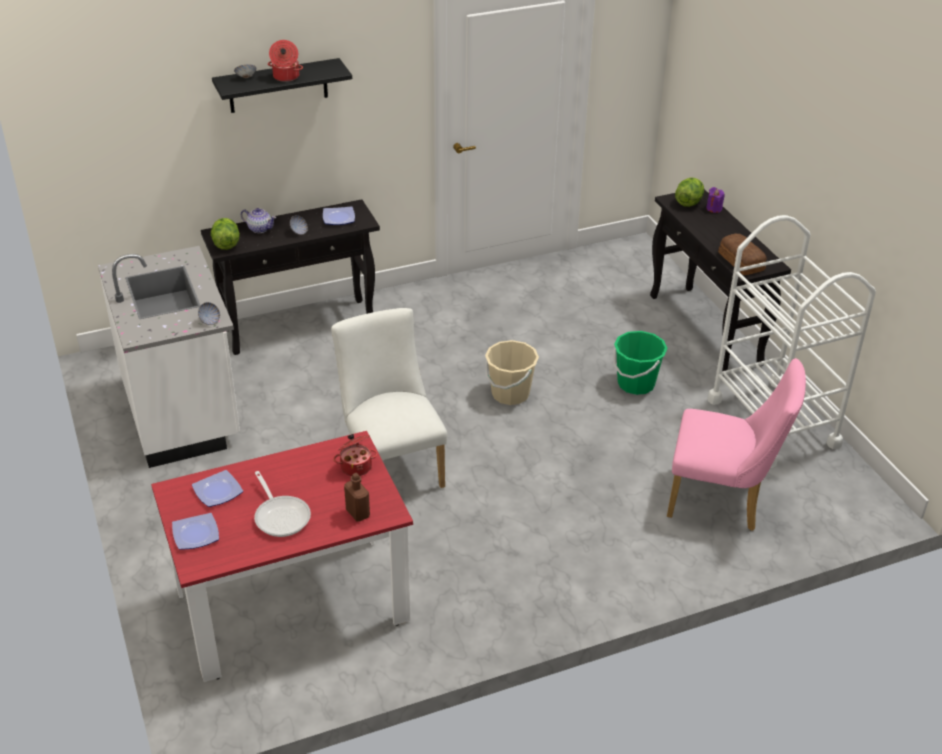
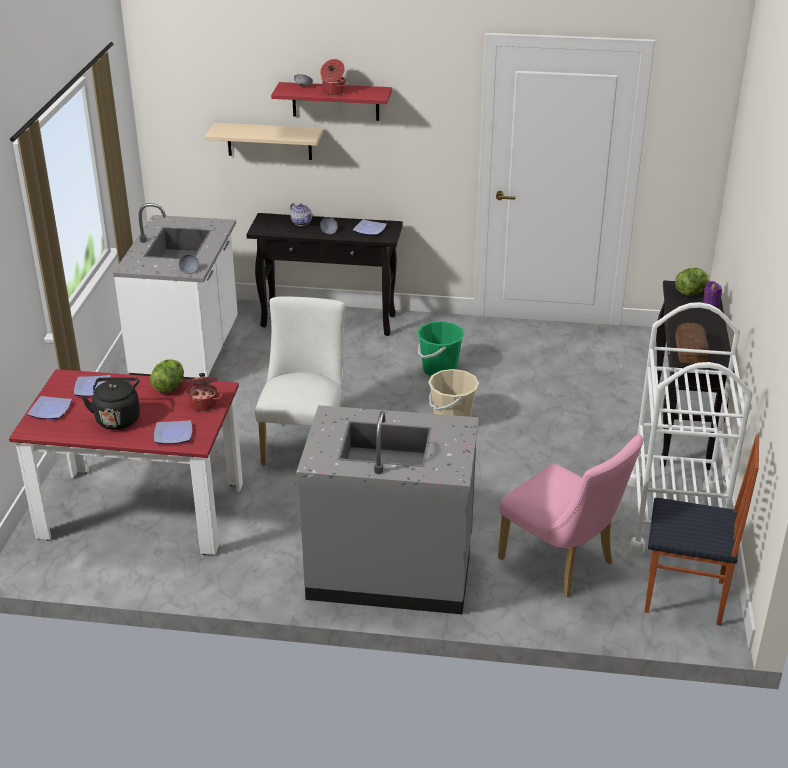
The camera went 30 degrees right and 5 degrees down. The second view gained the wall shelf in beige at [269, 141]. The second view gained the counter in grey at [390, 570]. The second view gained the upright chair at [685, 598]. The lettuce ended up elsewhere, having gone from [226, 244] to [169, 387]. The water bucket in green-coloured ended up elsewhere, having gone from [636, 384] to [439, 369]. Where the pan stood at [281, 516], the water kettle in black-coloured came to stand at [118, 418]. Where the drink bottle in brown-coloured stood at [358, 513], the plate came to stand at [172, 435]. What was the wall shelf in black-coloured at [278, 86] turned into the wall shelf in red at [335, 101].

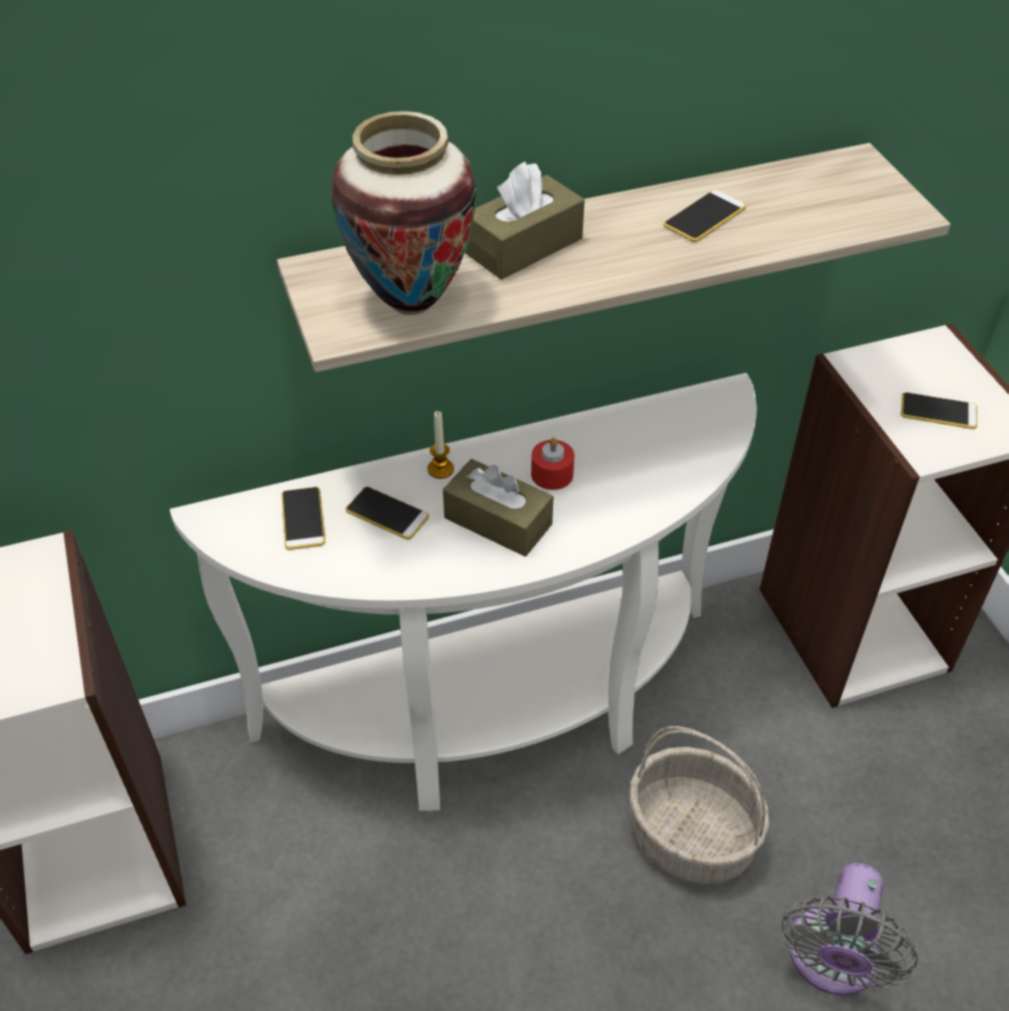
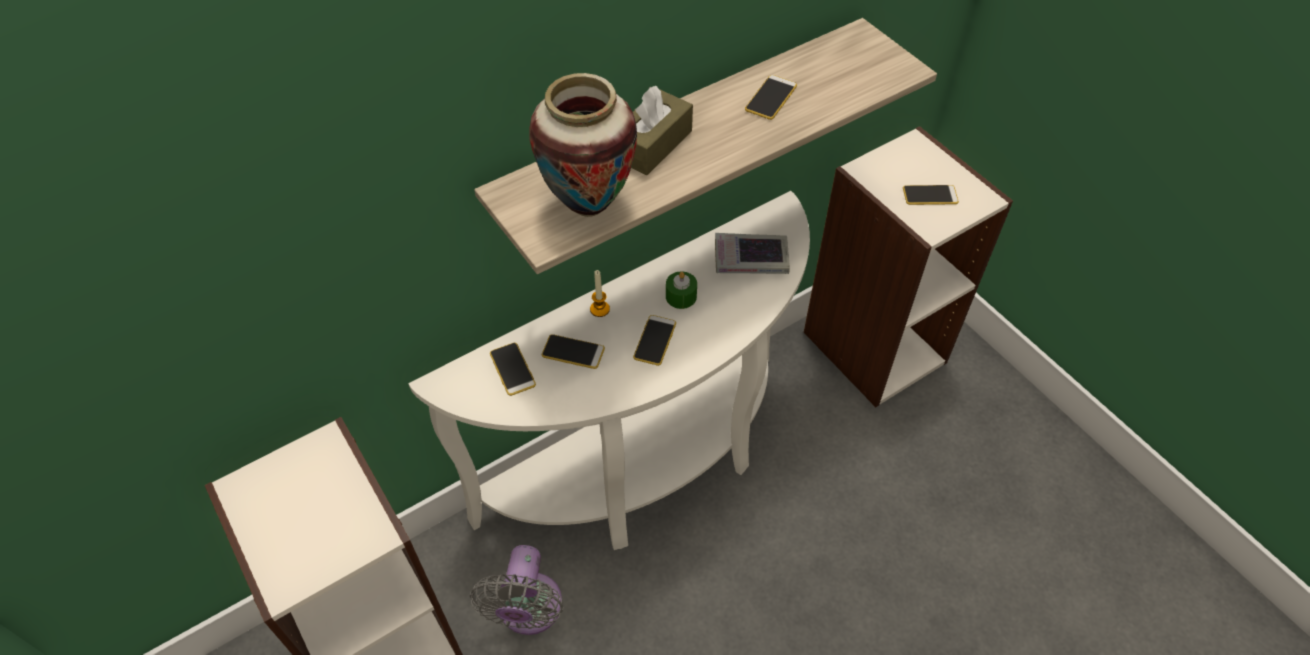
The camera went 15 degrees left and 5 degrees up. The second view lost the basket at [689, 836]. The second view gained the bound book at [751, 259]. The electric fan in grey ended up elsewhere, having gone from [831, 960] to [528, 611]. Where the box of tissues in brown-coloured stood at [498, 521], the telephone came to stand at [655, 340]. What was the wax candle in red at [552, 474] turned into the wax candle in green-coloured at [681, 296].

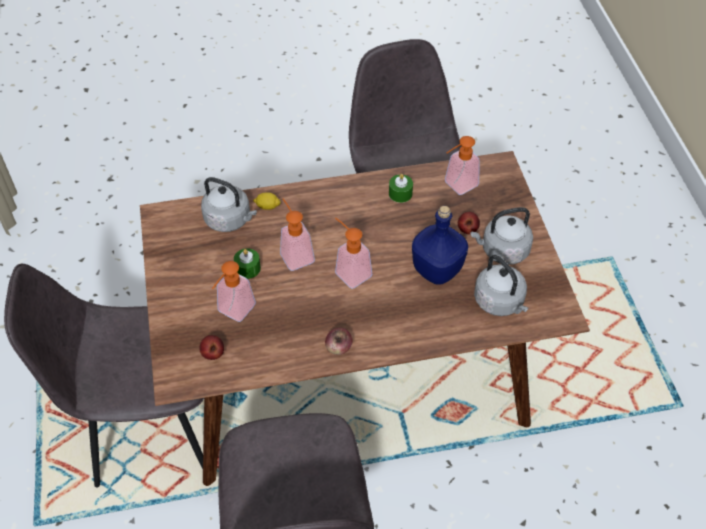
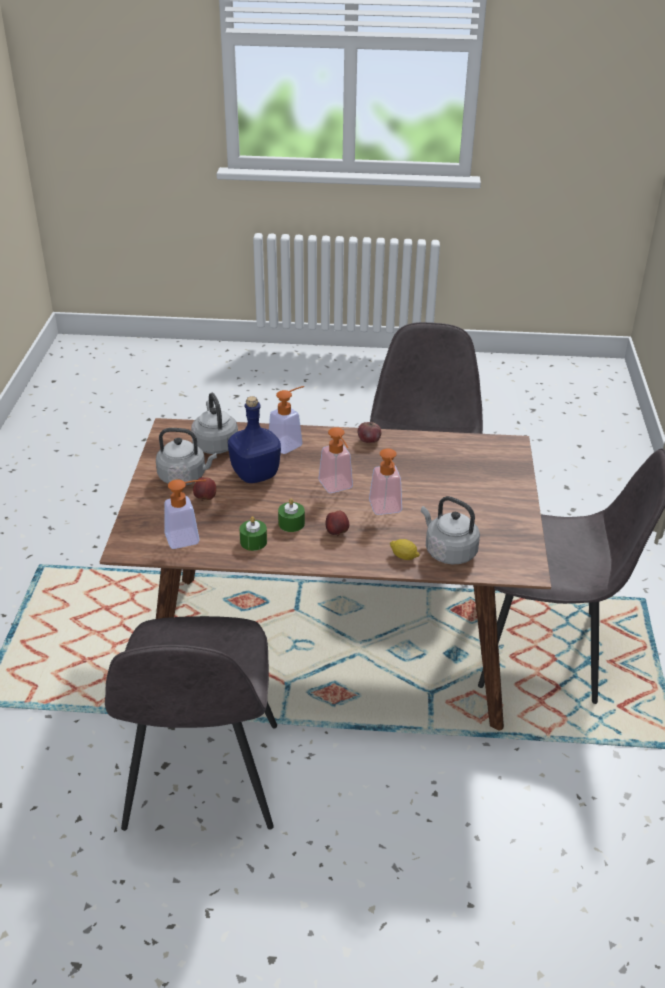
The camera went 165 degrees left and 15 degrees down. The apple fruit ended up elsewhere, having gone from [213, 354] to [337, 533]. The soap bottle ended up elsewhere, having gone from [233, 312] to [289, 443]. The wax candle in green-coloured ended up elsewhere, having gone from [248, 268] to [291, 523].

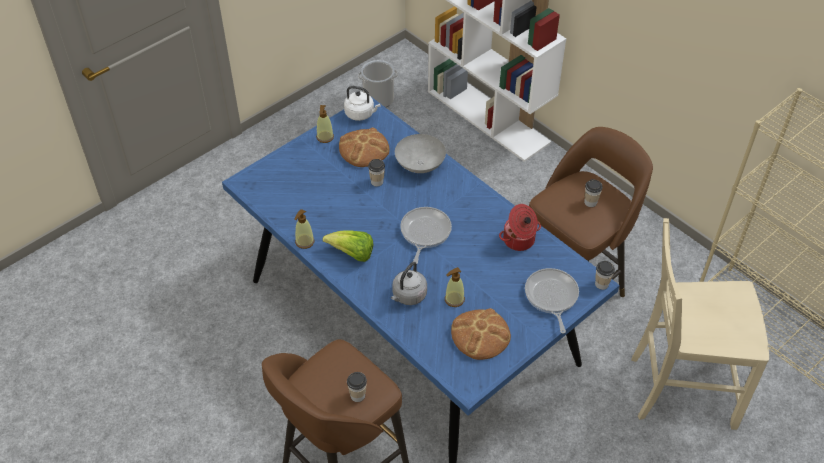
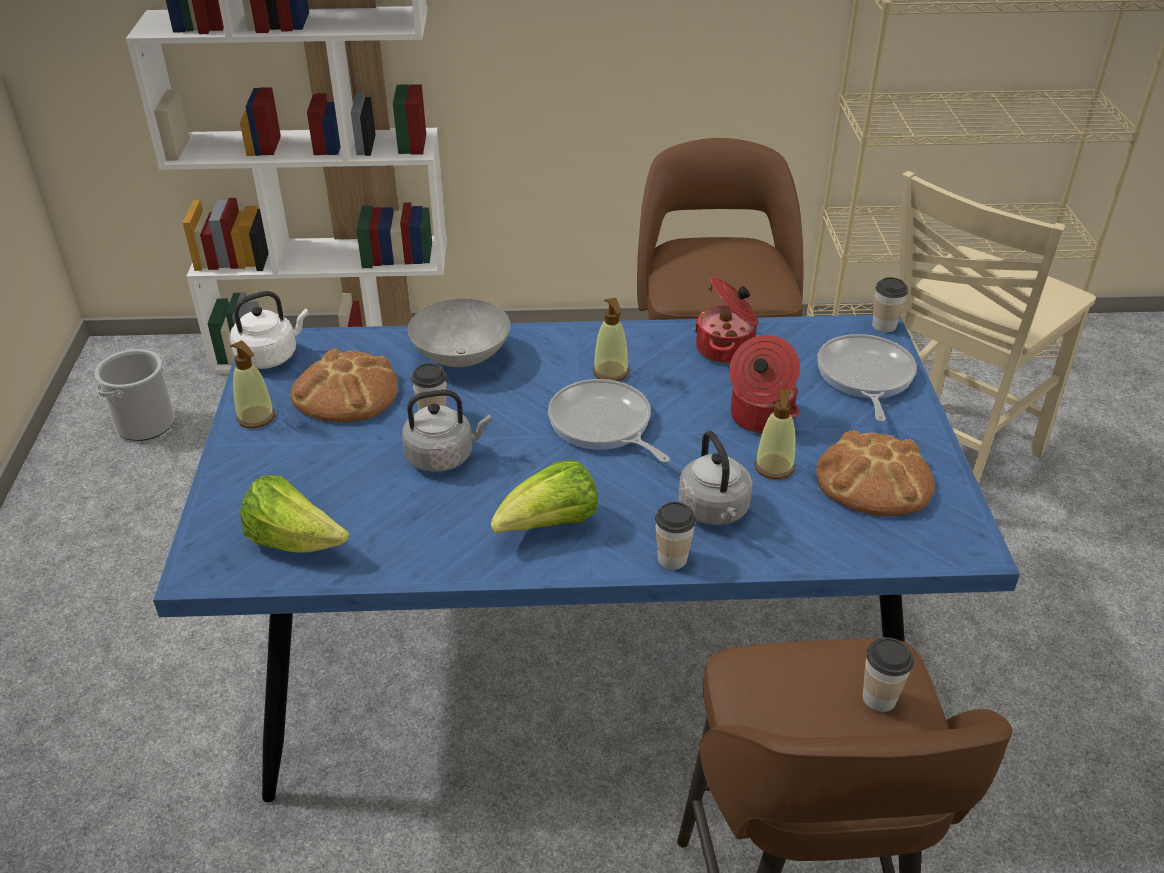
The camera went 50 degrees left and 10 degrees down. The second view gained the lettuce at [295, 541]. The second view gained the water kettle in grey at [443, 456]. The second view gained the cooking pot at [759, 417]. The soap bottle ended up elsewhere, having gone from [304, 242] to [611, 372]. The small cup ended up elsewhere, having gone from [590, 202] to [672, 558]. The pan at [551, 297] ended up facing another way, 60 degrees clockwise from before.

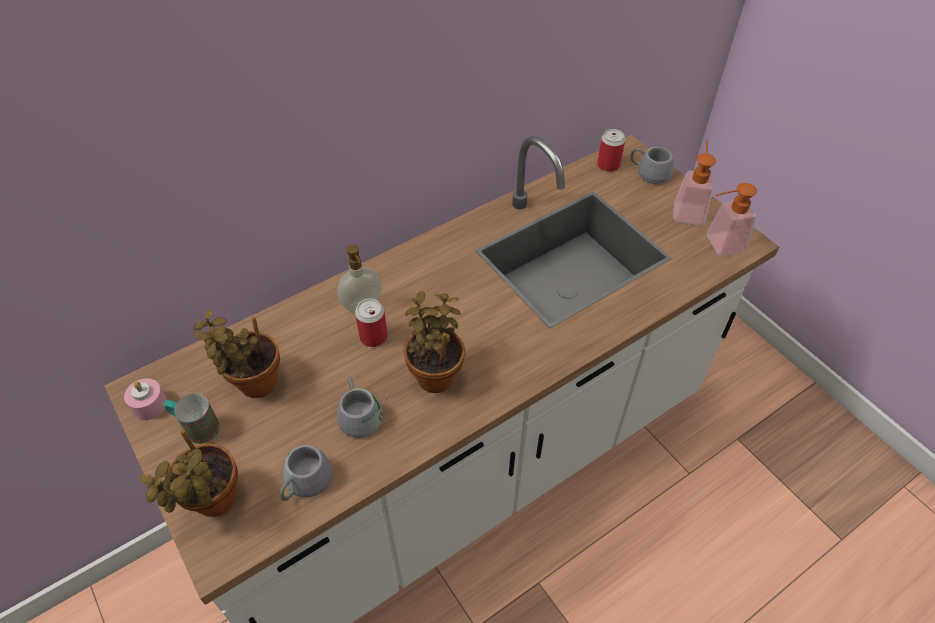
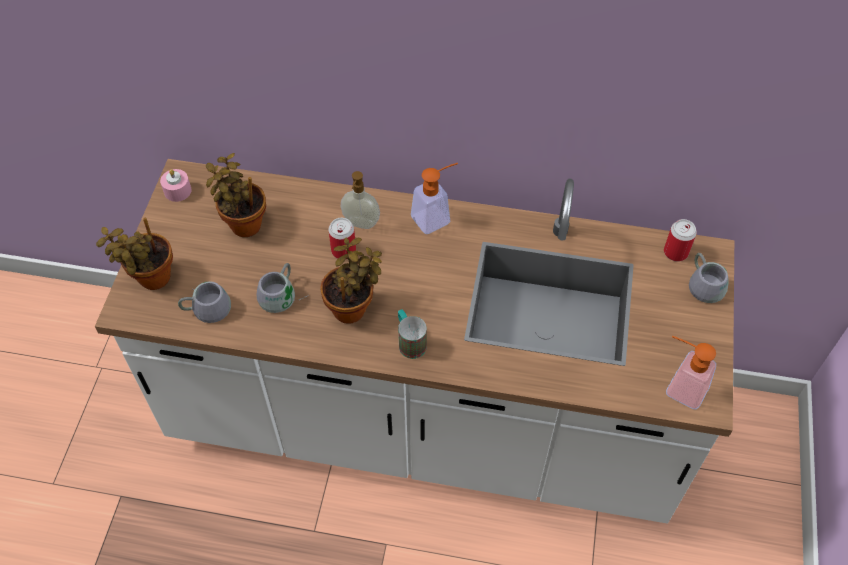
The camera went 45 degrees right and 5 degrees up. The mug ended up elsewhere, having gone from [196, 427] to [409, 341]. The soap bottle ended up elsewhere, having gone from [689, 209] to [436, 217].

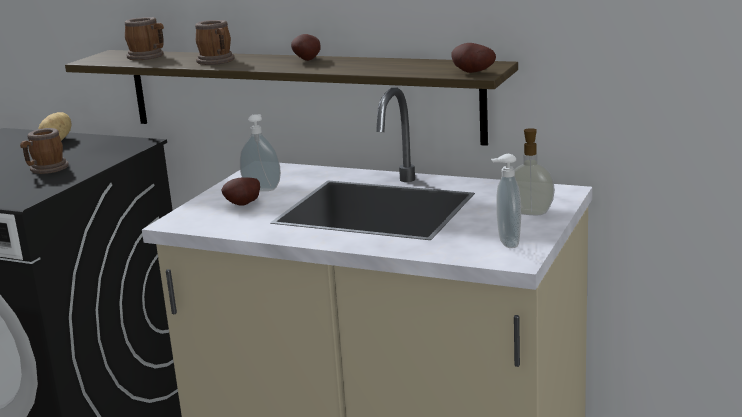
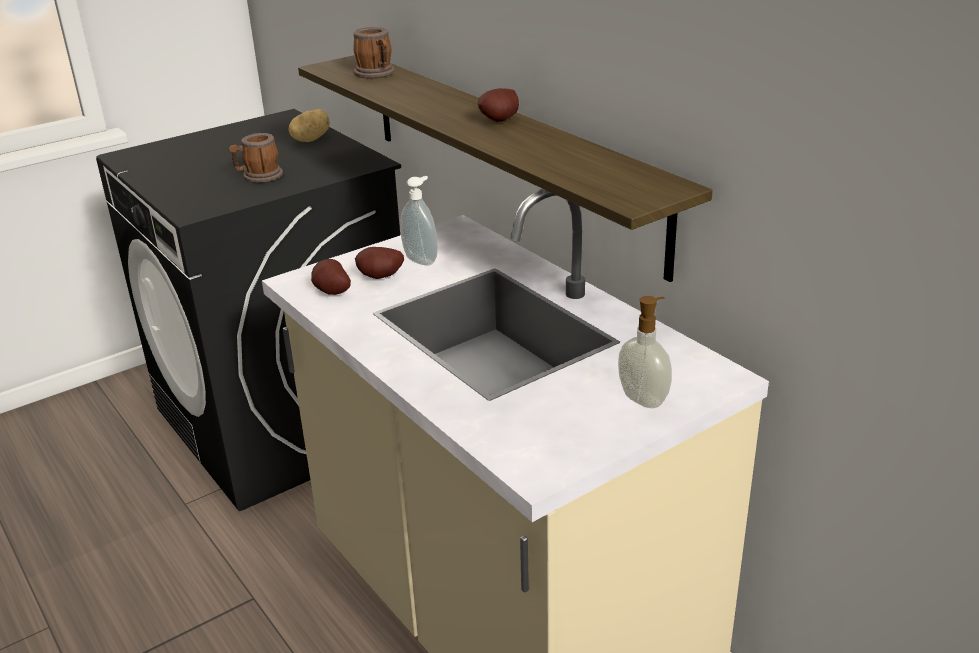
The camera went 30 degrees right and 10 degrees up. The second view lost the mug at [217, 61]. The second view lost the soap bottle at [506, 243]. The spud ended up elsewhere, having gone from [472, 72] to [330, 292].

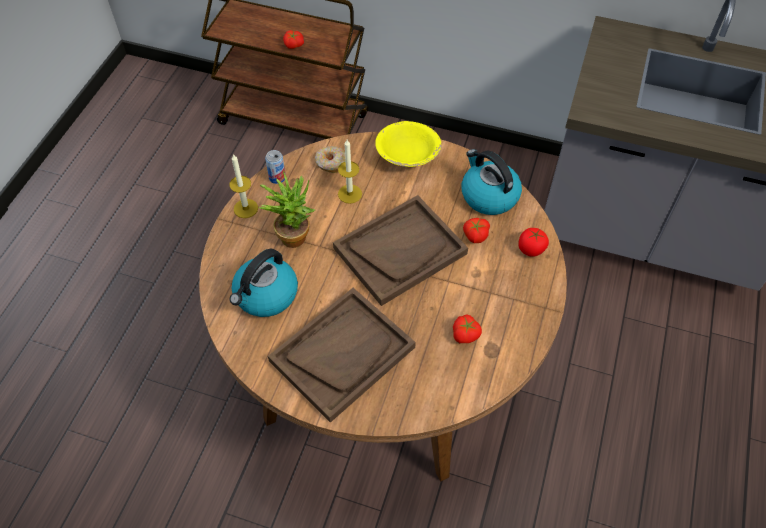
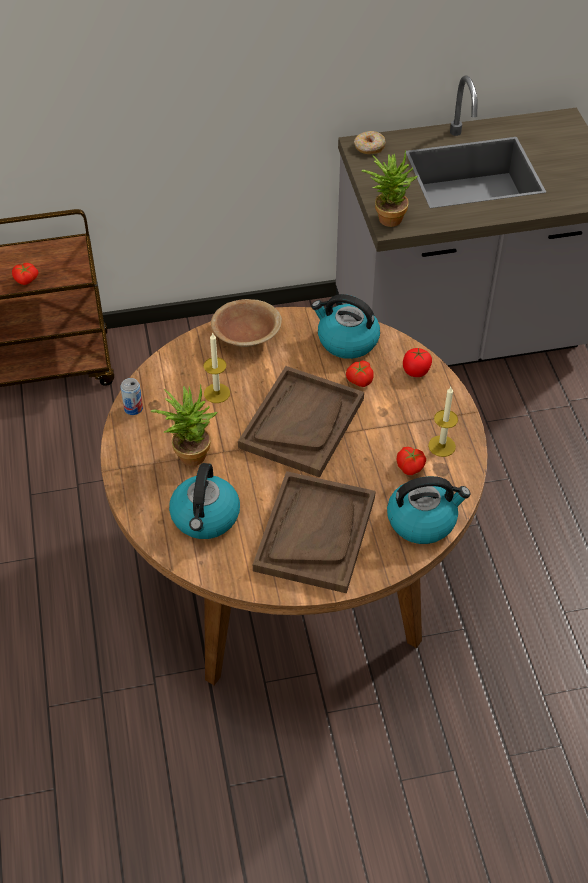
The camera went 30 degrees left and 5 degrees down. The second view gained the plant in a pot at [387, 216]. The second view gained the water kettle at [422, 520]. The wax candle ended up elsewhere, having gone from [245, 208] to [441, 446]. The donut ended up elsewhere, having gone from [331, 163] to [369, 147]. What was the bowl in yellow at [407, 156] turned into the bowl in brown-coloured at [246, 336].

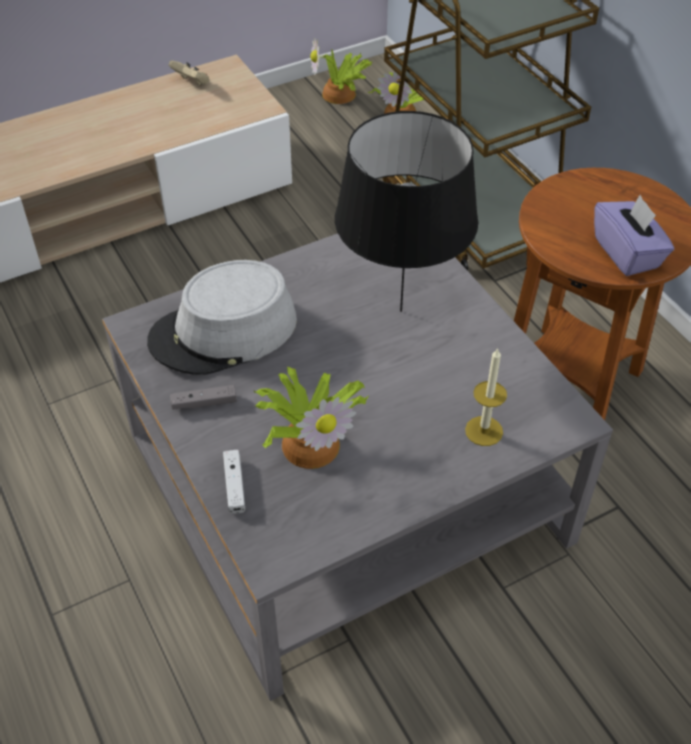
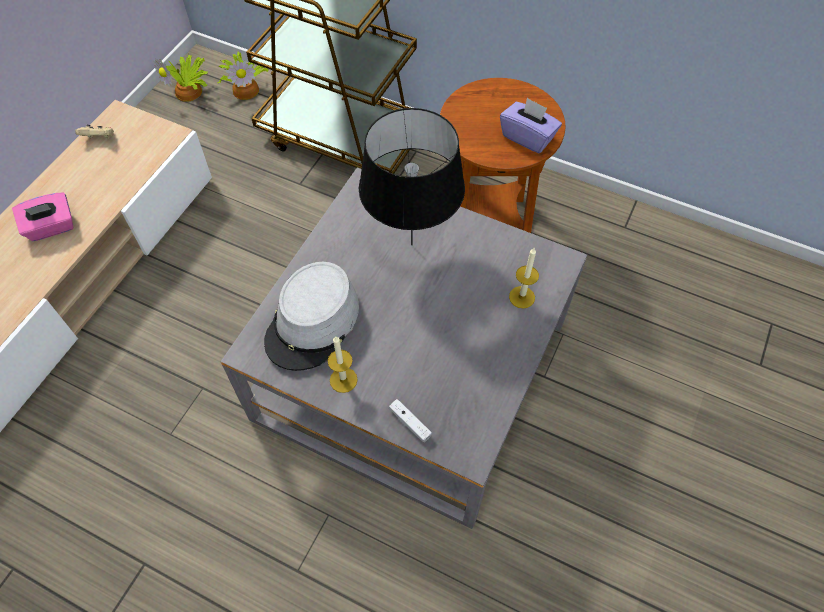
The camera went 35 degrees left and 10 degrees up. The second view lost the plant in a pot at [311, 441]. The second view gained the box of tissues in pinkish at [52, 227]. Where the gamepad in grey stood at [204, 403], the wax candle came to stand at [343, 380].

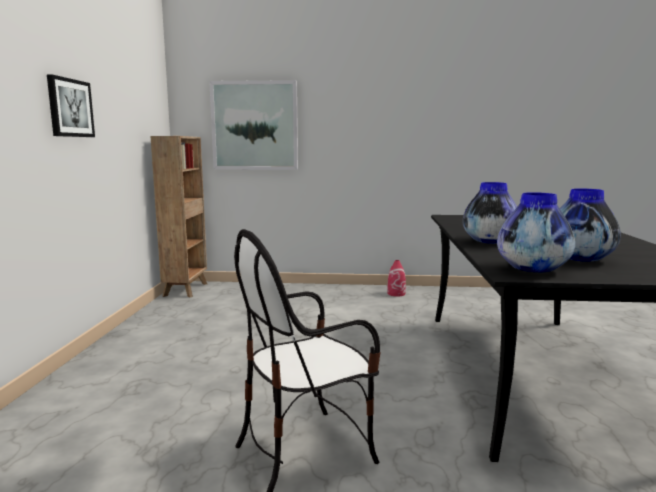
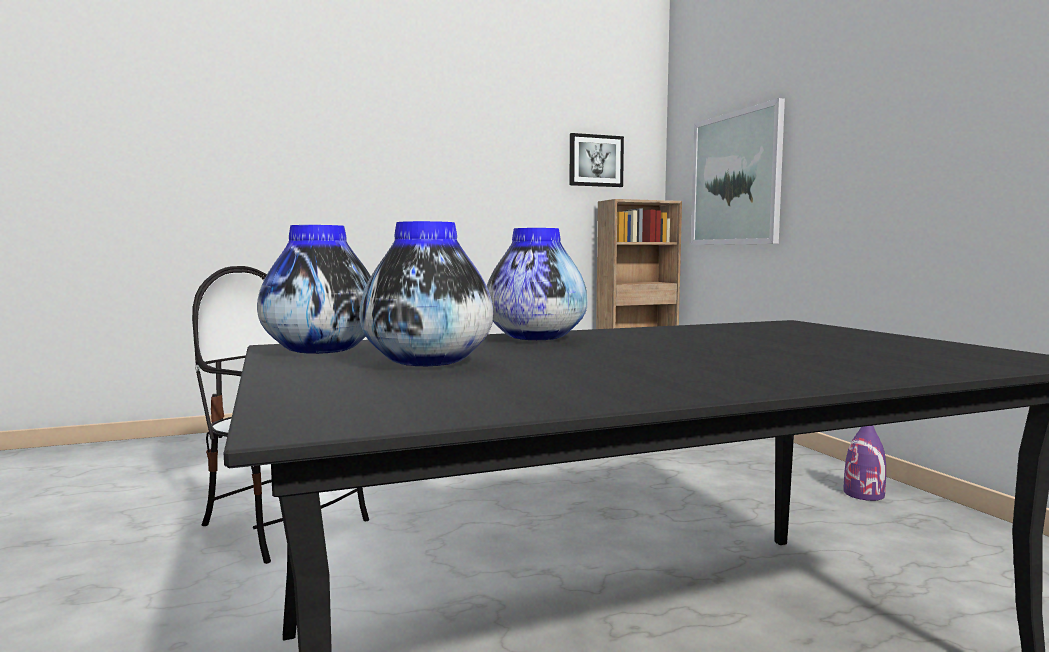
The camera went 65 degrees right and 5 degrees down. The picture ended up elsewhere, having gone from [70, 108] to [595, 160]. What was the vase in red at [396, 293] turned into the vase in purplish at [864, 494].

